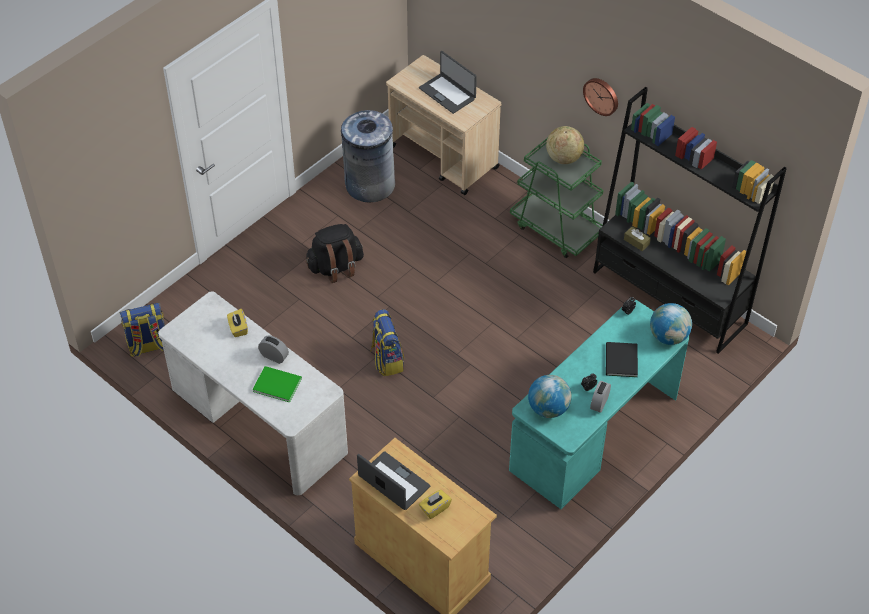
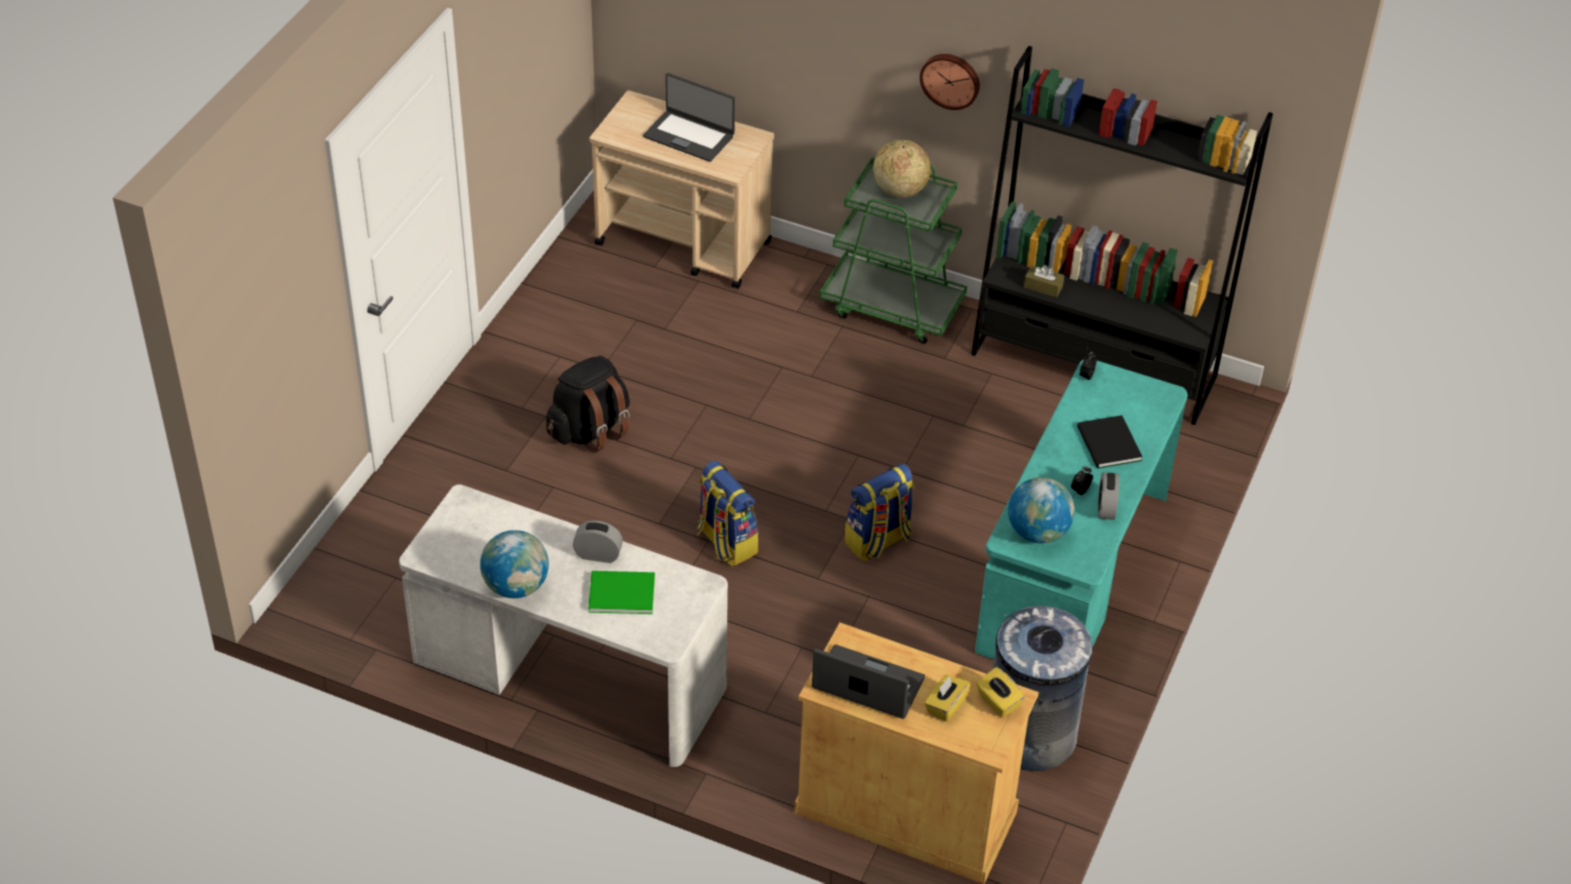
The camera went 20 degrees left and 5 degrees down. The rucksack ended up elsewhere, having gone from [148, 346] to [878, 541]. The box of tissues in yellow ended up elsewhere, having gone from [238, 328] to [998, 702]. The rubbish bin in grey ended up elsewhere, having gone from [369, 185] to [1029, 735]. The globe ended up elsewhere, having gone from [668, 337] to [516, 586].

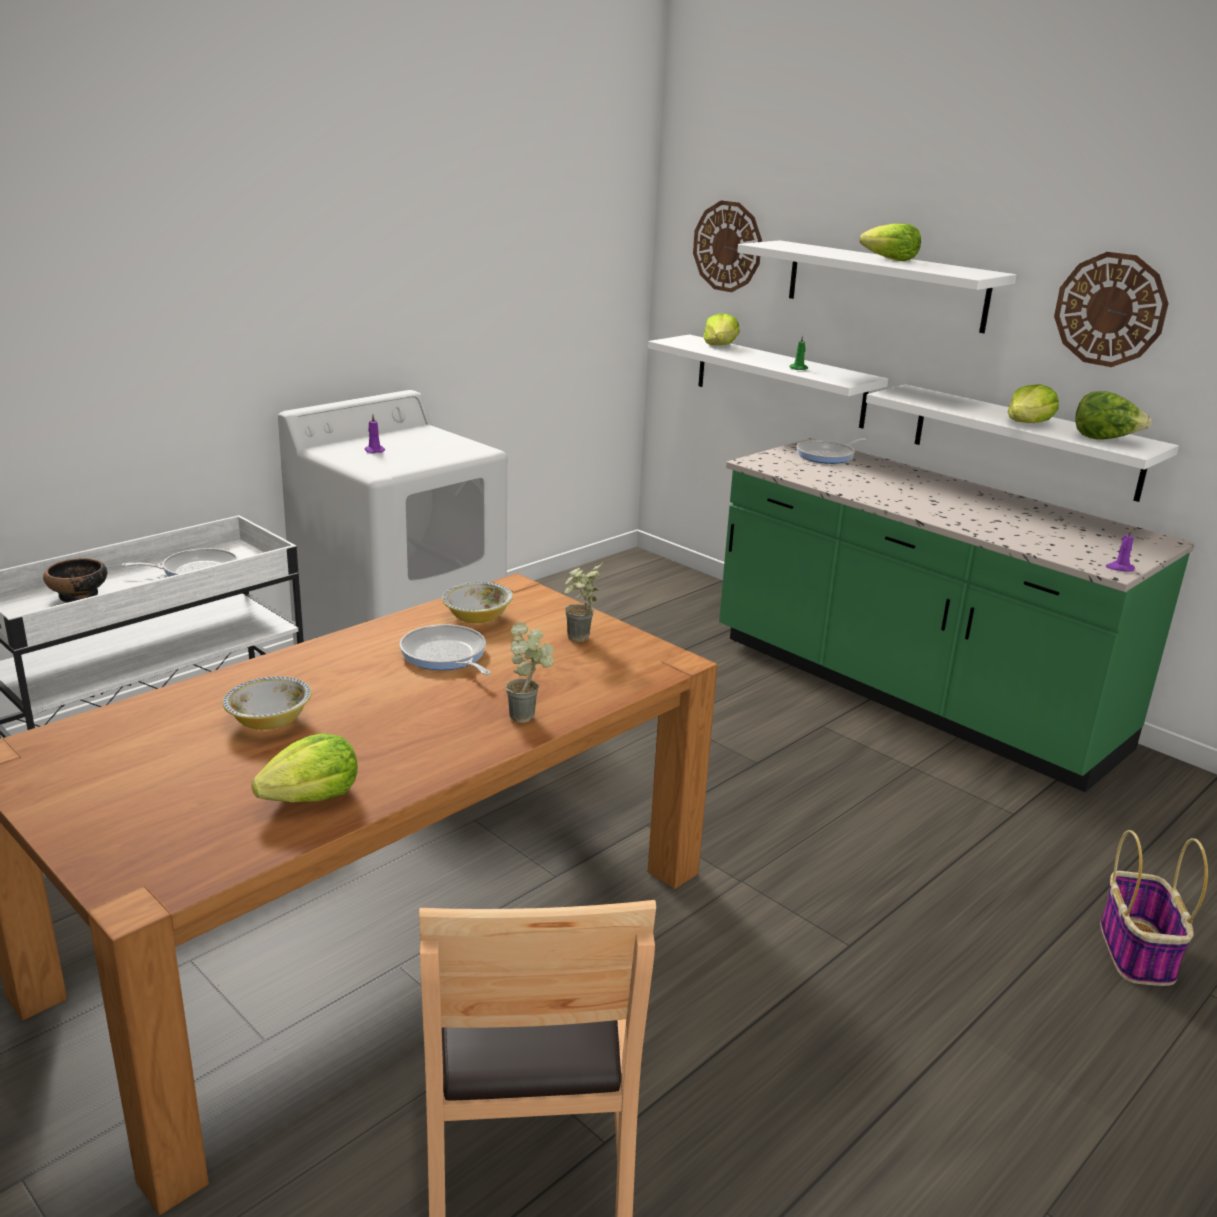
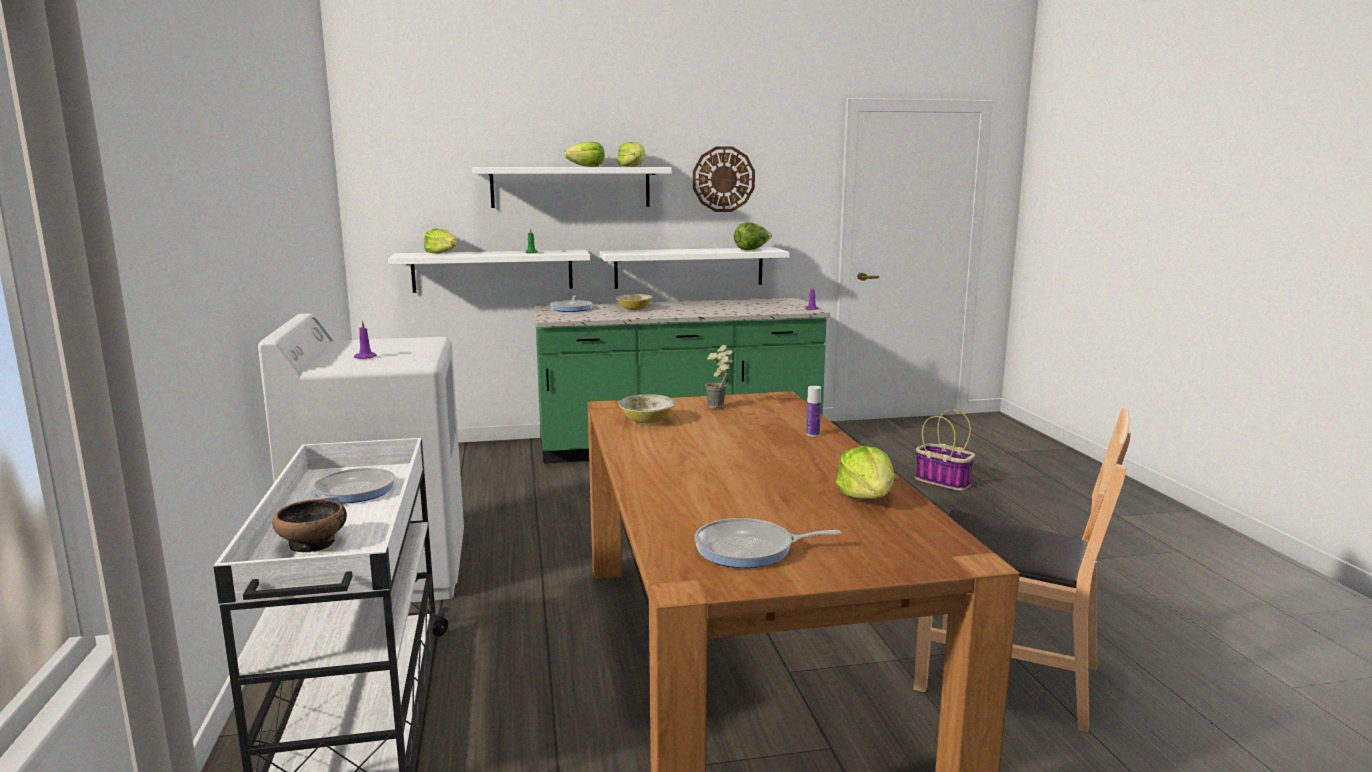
The camera went 55 degrees left and 10 degrees down. The second view lost the wall clock at [727, 246]. The bowl ended up elsewhere, having gone from [269, 721] to [634, 309]. The pan ended up elsewhere, having gone from [445, 656] to [749, 550]. The lettuce ended up elsewhere, having gone from [1028, 424] to [633, 166]. Where the plant in a pot stood at [530, 716], the drink bottle came to stand at [812, 434].

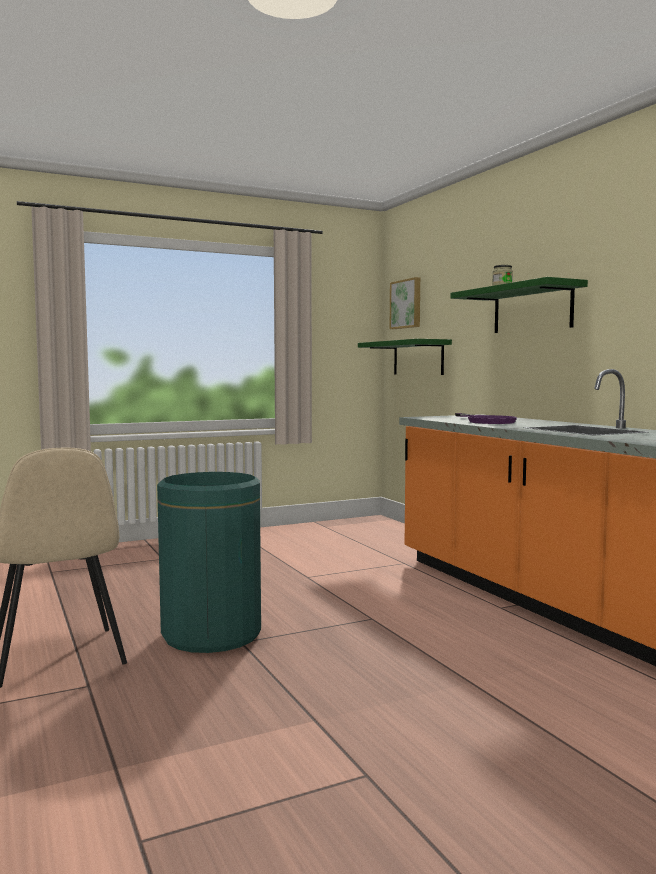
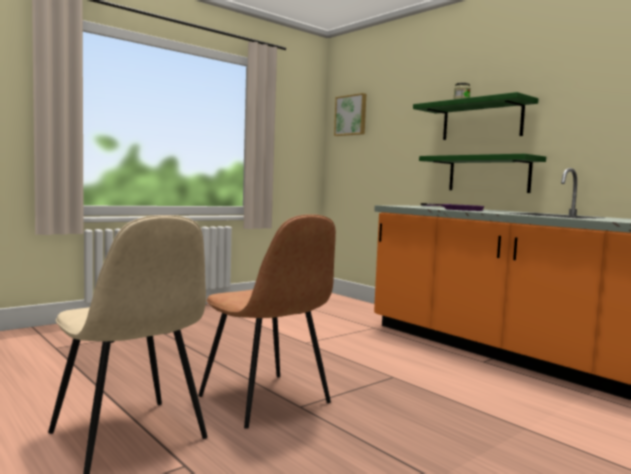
The camera went 15 degrees left and 0 degrees up. The wall shelf in green-coloured ended up elsewhere, having gone from [418, 358] to [488, 174]. Where the rubbish bin in green-coloured stood at [211, 634], the upright chair in brown-coloured came to stand at [266, 401].

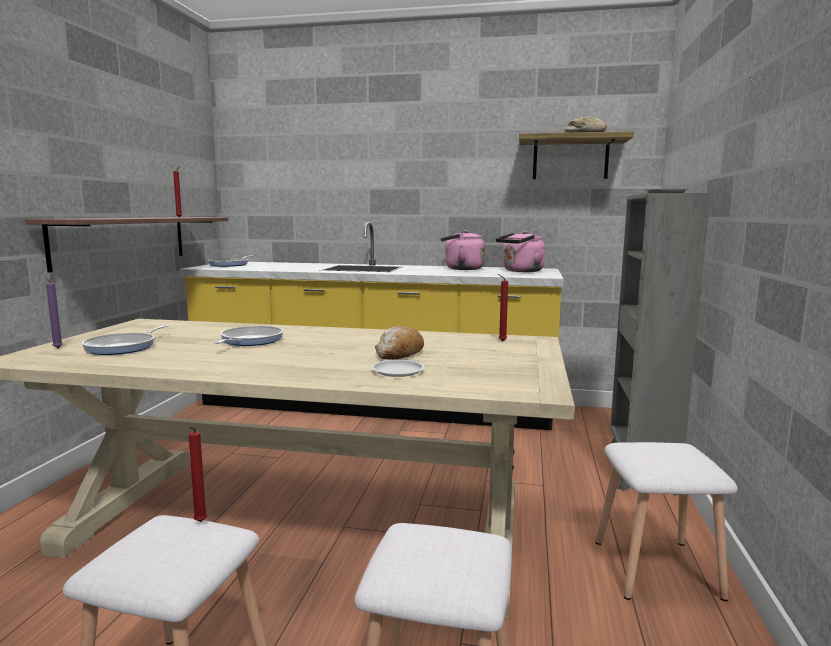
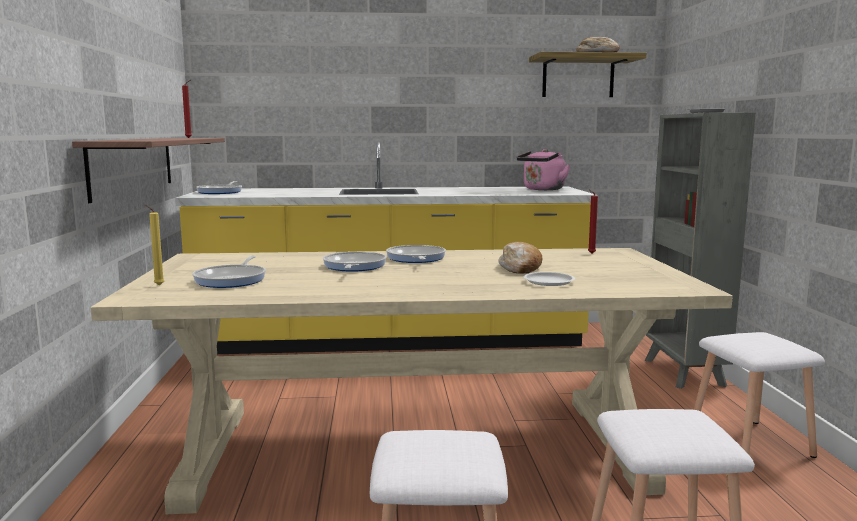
The camera went 15 degrees left and 0 degrees up. The second view lost the wax candle in red at [199, 523]. The second view lost the water kettle in pinkish at [461, 269]. The second view gained the pan at [415, 259]. What was the wax candle in purplish at [57, 348] turned into the wax candle in yellow at [157, 285].

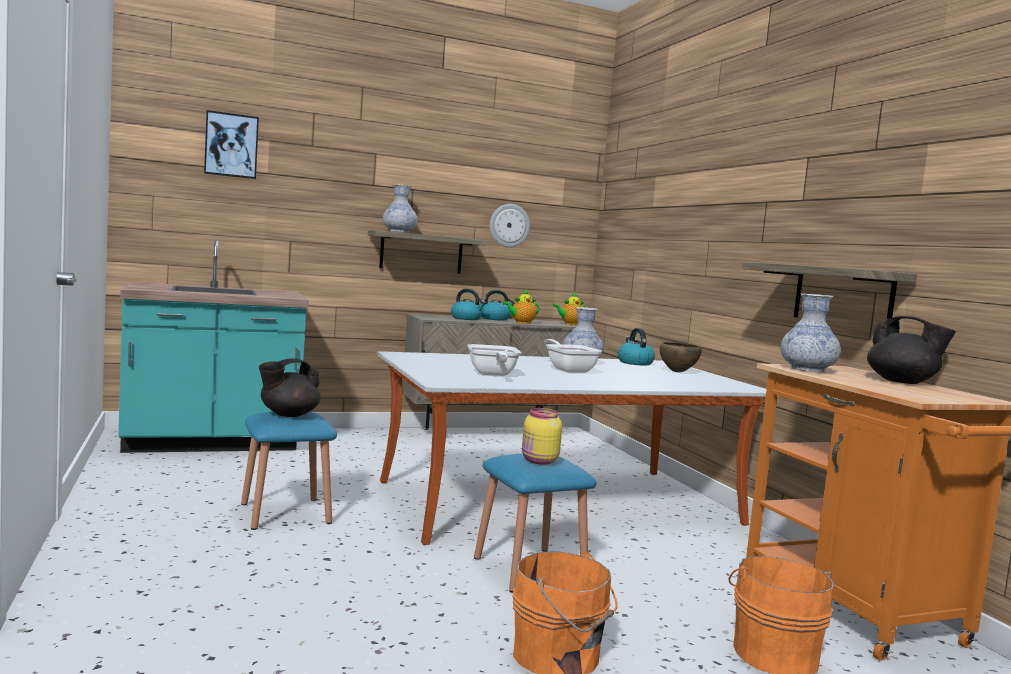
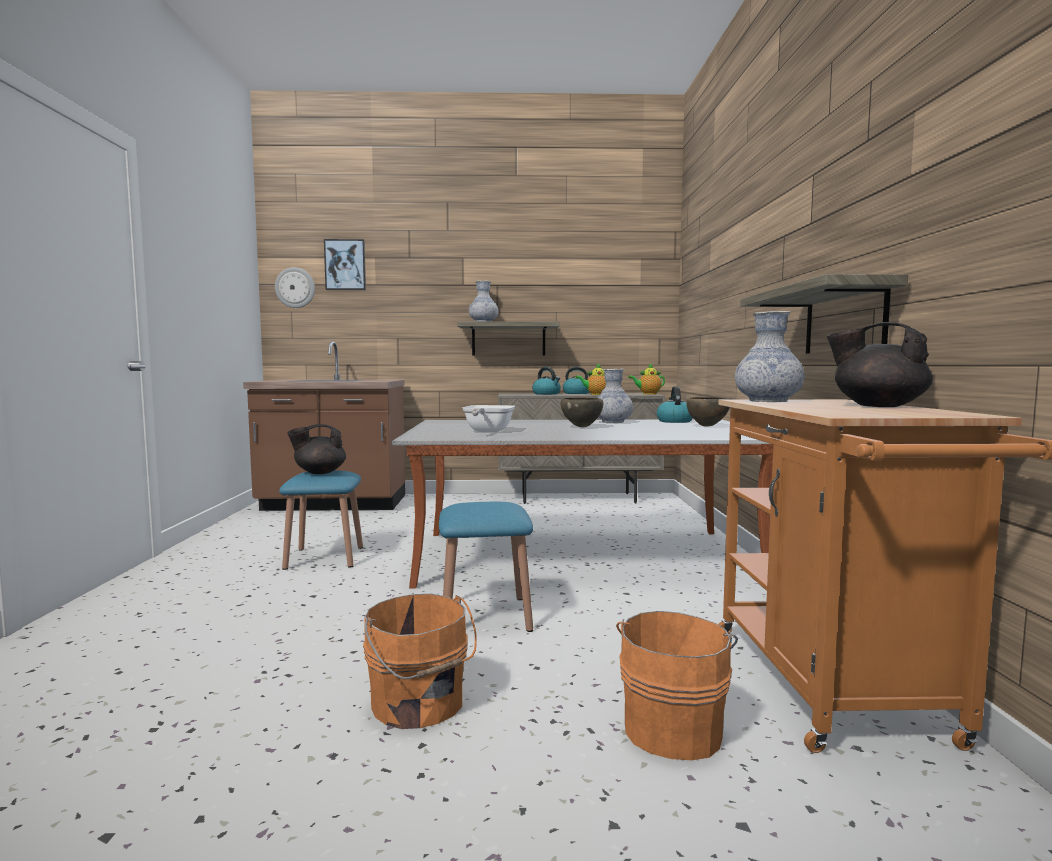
The camera went 20 degrees right and 0 degrees up. The second view lost the jar in yellow at [539, 461]. The wall clock ended up elsewhere, having gone from [509, 225] to [295, 287]. Where the pan stood at [568, 370], the bowl in brown-coloured came to stand at [582, 427]. What was the counter in turquoise at [211, 442] turned into the counter in brown-coloured at [333, 504]. The pot for tea in black-coloured at [902, 382] ended up facing another way, 150 degrees clockwise from before.

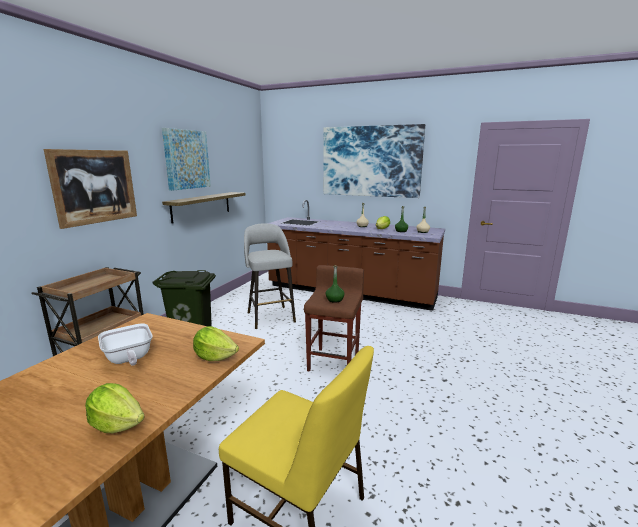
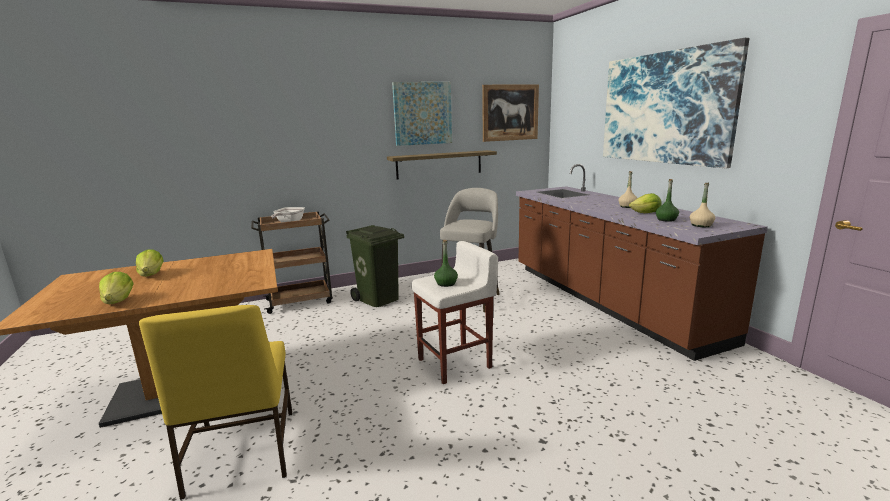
The camera went 45 degrees right and 0 degrees up. The picture ended up elsewhere, having gone from [95, 186] to [510, 112]. The pan ended up elsewhere, having gone from [129, 359] to [288, 222]. The lettuce ended up elsewhere, having gone from [215, 357] to [152, 274]. What was the sitting stool in brown-coloured at [334, 362] turned into the sitting stool in white-coloured at [455, 363].

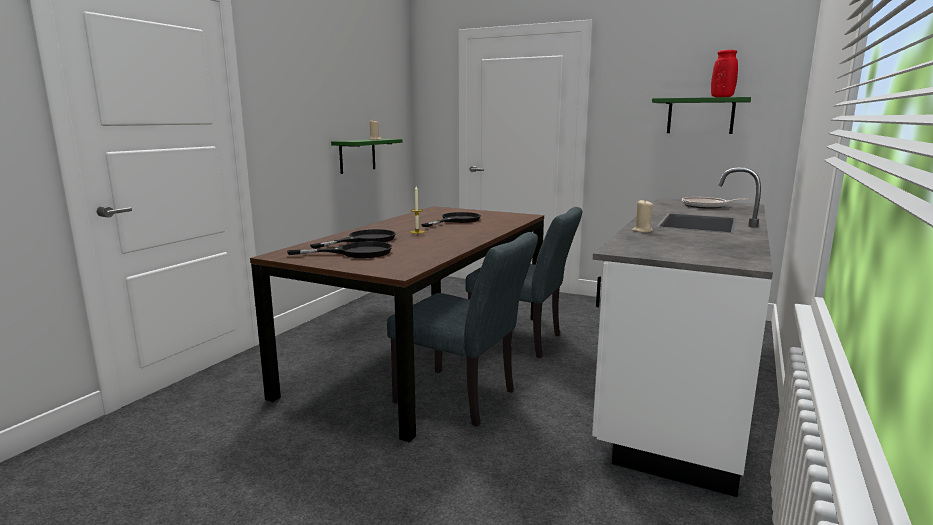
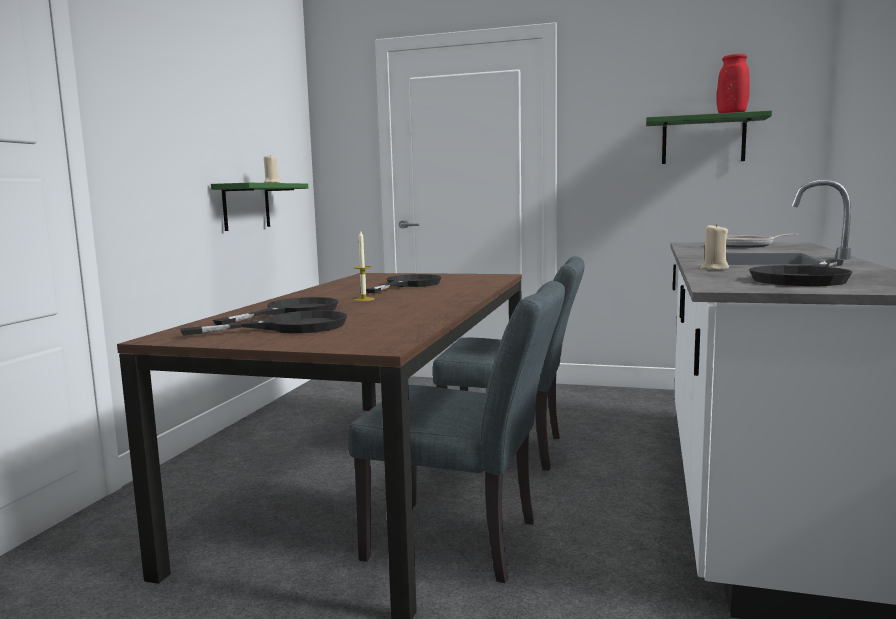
The camera went 10 degrees left and 5 degrees down. The second view gained the pan in black-coloured at [805, 278].

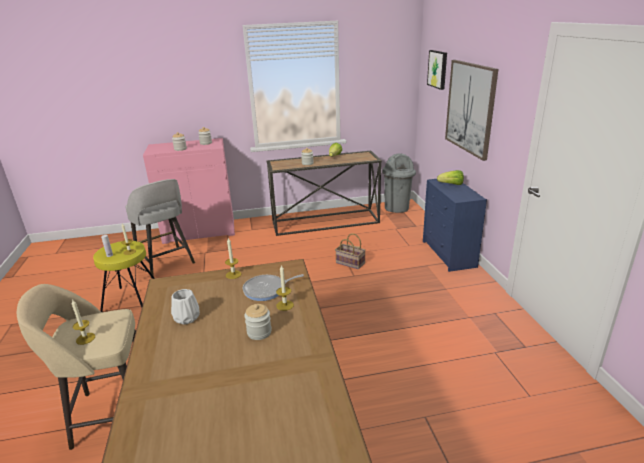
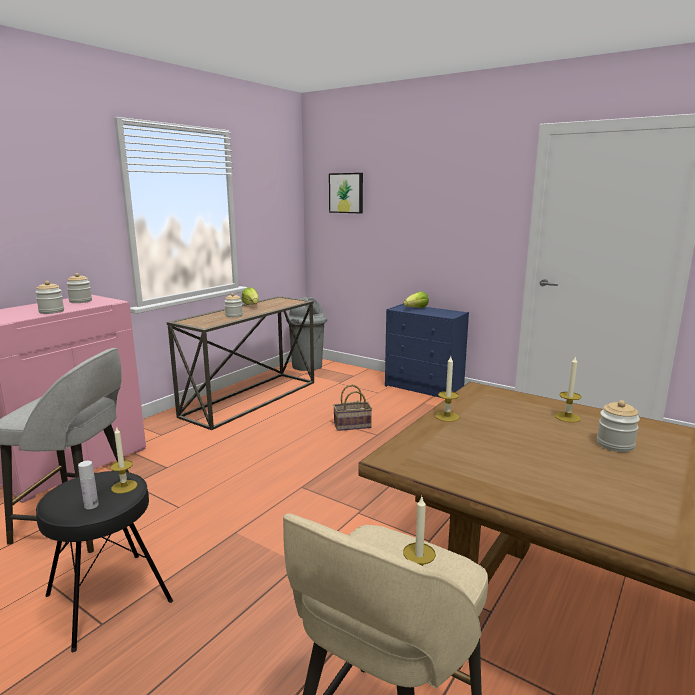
The camera went 45 degrees left and 10 degrees down. The second view lost the vase in white-coloured at [187, 317]. The second view lost the pan at [267, 290]. The second view lost the picture at [470, 108]. What was the sitting stool in yellow at [132, 300] turned into the sitting stool in black-coloured at [109, 598].

